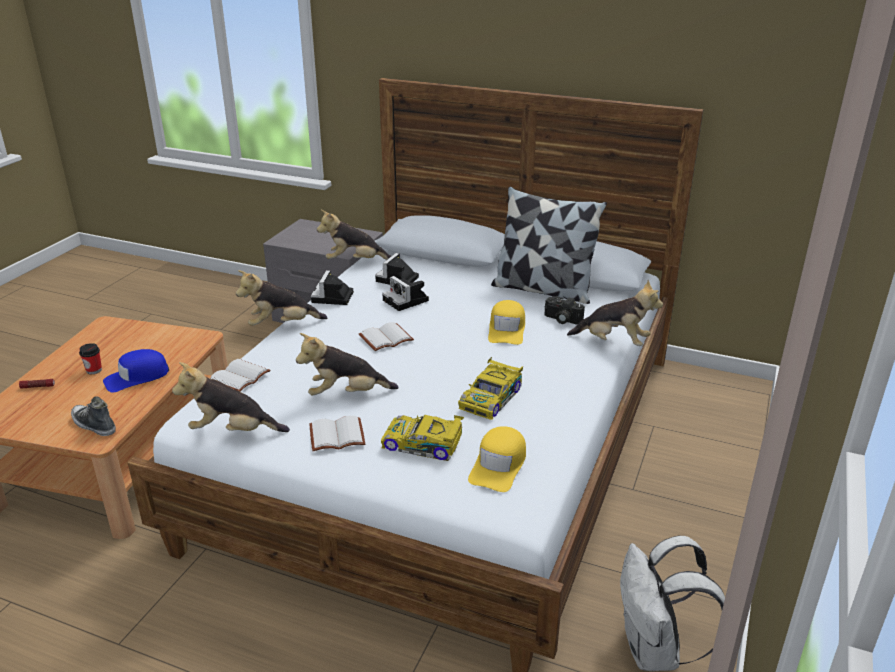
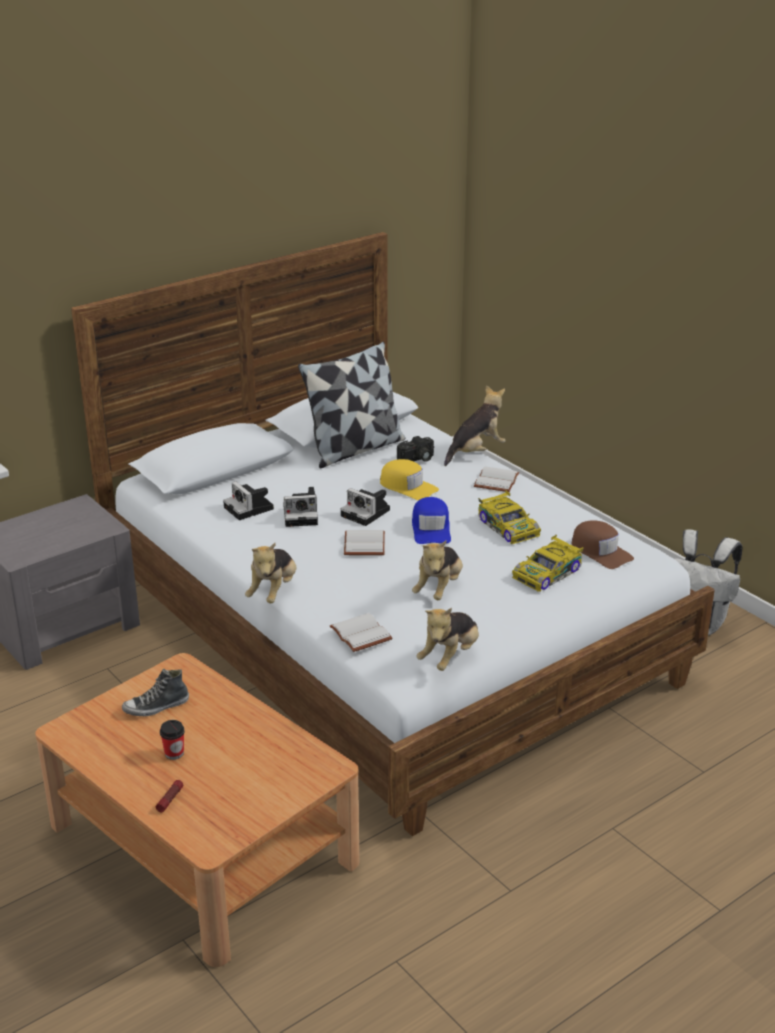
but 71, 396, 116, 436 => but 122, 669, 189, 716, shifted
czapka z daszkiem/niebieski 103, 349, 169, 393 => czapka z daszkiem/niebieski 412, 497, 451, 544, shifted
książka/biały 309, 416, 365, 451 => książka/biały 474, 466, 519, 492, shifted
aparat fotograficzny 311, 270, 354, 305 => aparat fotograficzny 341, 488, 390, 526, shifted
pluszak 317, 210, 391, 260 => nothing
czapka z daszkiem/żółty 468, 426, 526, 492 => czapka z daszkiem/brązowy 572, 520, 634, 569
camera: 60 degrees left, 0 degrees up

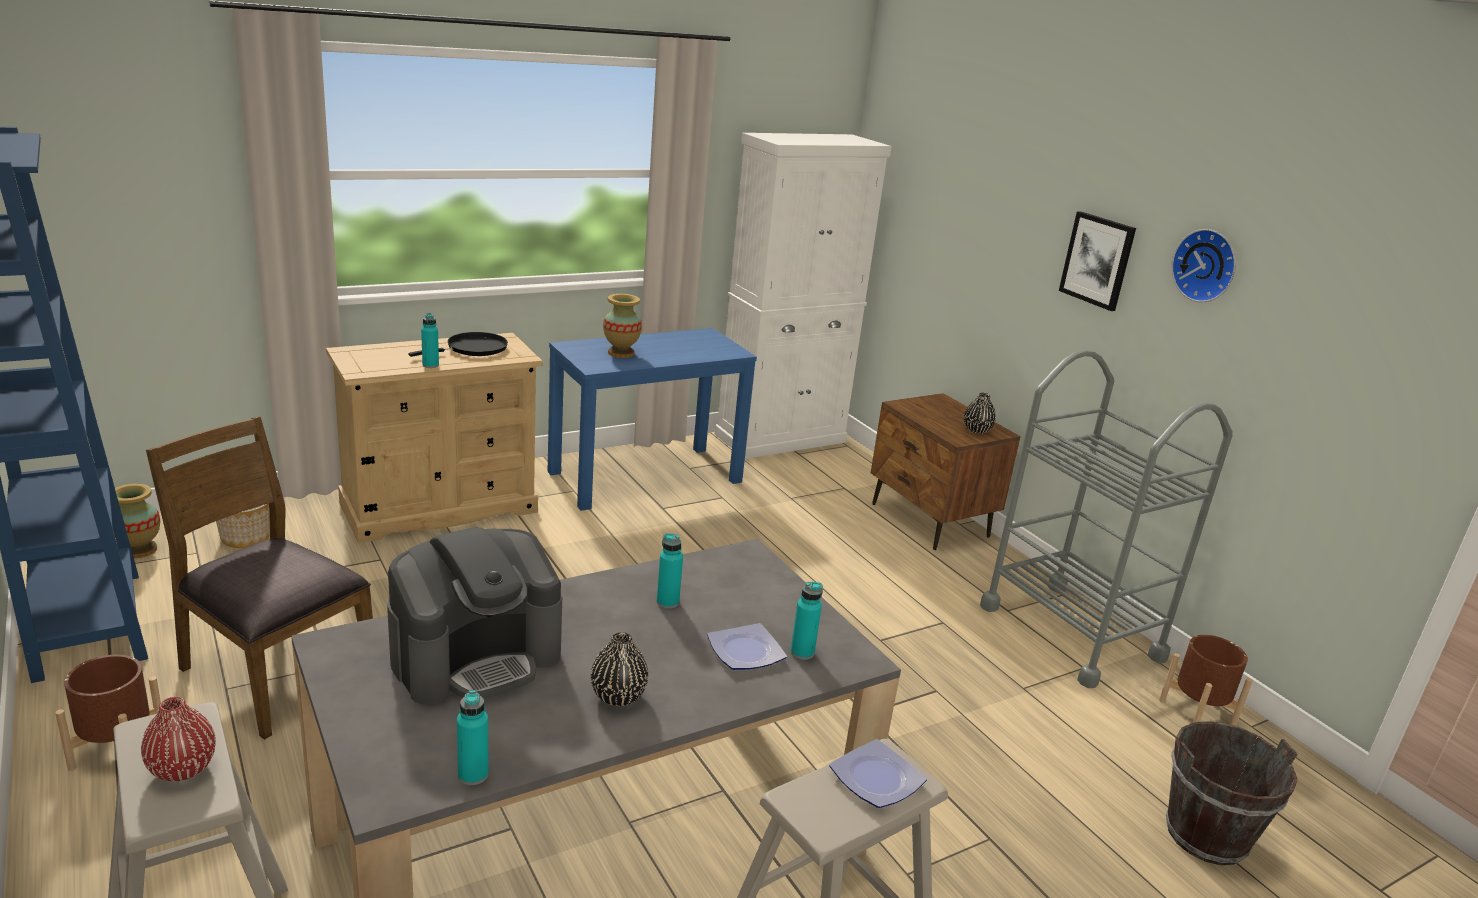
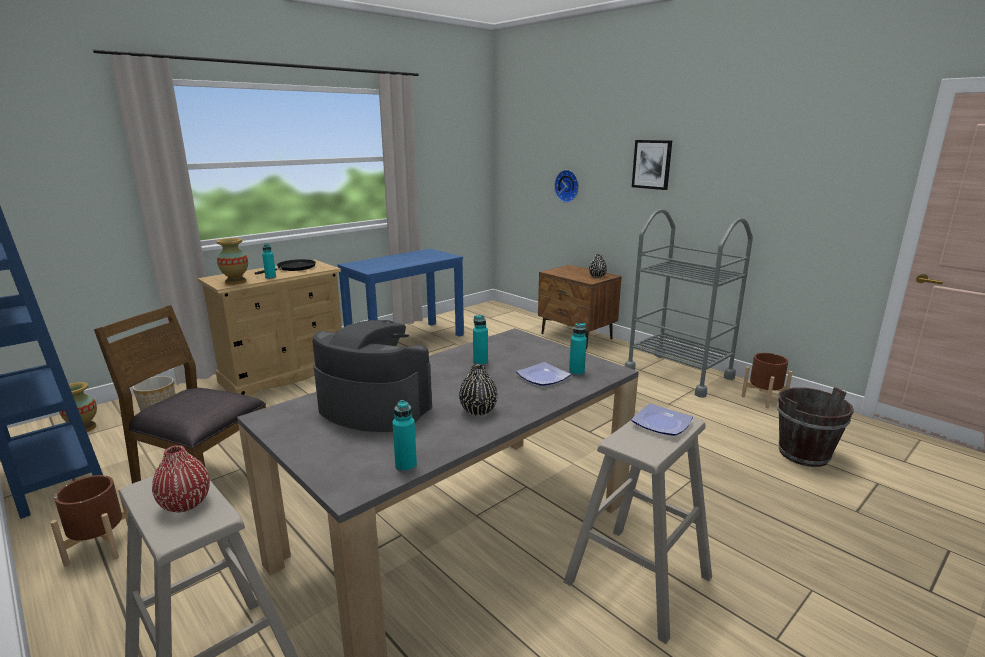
ekspres do kawy 387, 527, 562, 705 => ekspres do kawy 312, 320, 432, 432, 105 degrees counterclockwise
wazon 603, 294, 642, 358 => wazon 217, 238, 248, 285, shifted
szafka/biały 714, 133, 892, 459 => nothing
zegar ścienny 1171, 229, 1236, 302 => zegar ścienny 554, 170, 579, 203, shifted
camera: 10 degrees left, 5 degrees down

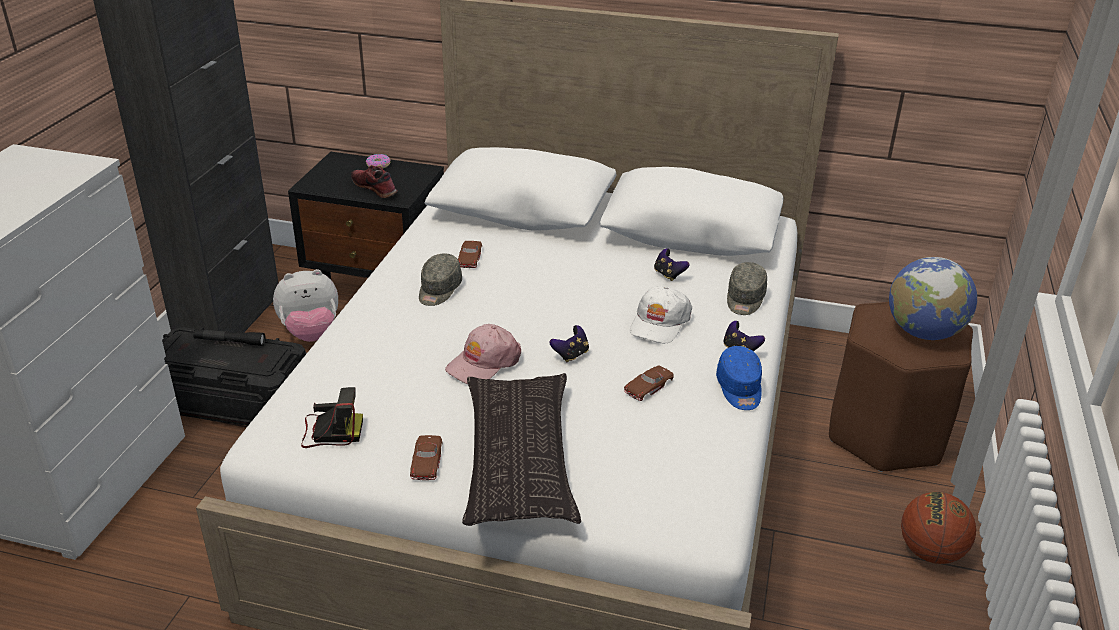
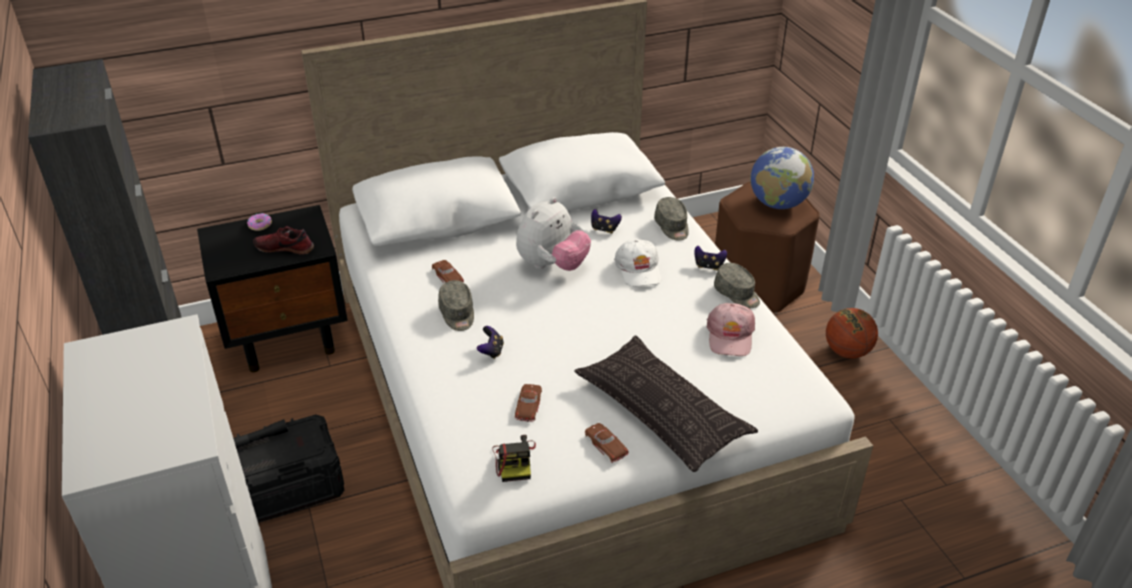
pluszak 273, 269, 338, 342 => pluszak 516, 197, 591, 271, shifted
aparat fotograficzny 301, 387, 363, 448 => aparat fotograficzny 493, 435, 536, 482, 120 degrees clockwise
czapka z daszkiem/różowy 445, 324, 521, 384 => czapka z daszkiem/różowy 707, 303, 755, 356, shifted
pad do gier 549, 325, 589, 362 => pad do gier 477, 326, 504, 359, shifted
samochodzik/brązowy 624, 365, 674, 401 => samochodzik/brązowy 515, 384, 542, 421, shifted
czapka z daszkiem/niebieski 716, 346, 762, 410 => czapka z daszkiem/szary 714, 263, 760, 308
camera: 35 degrees left, 5 degrees up

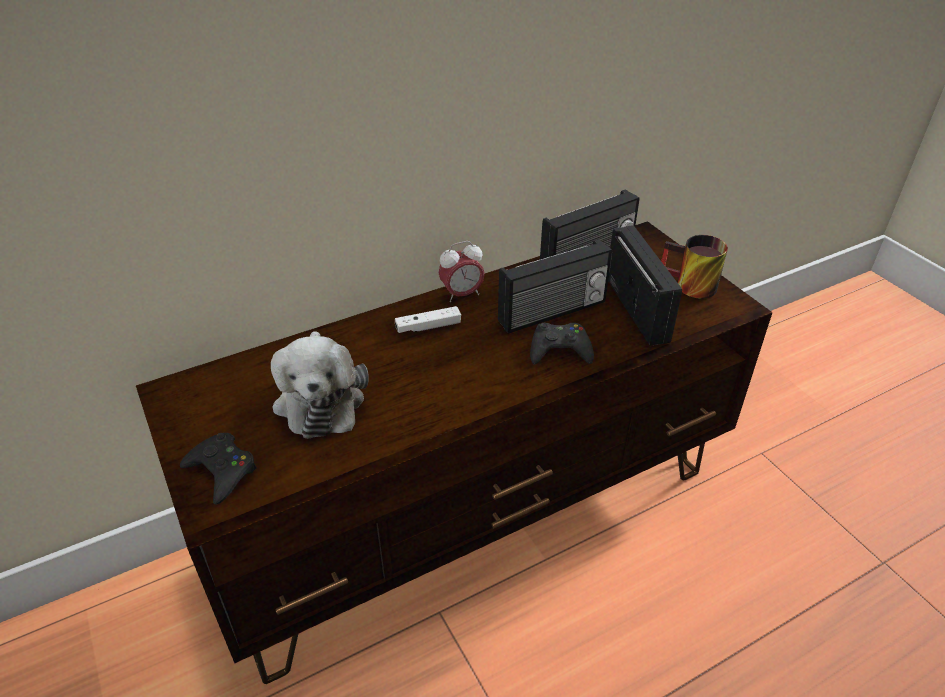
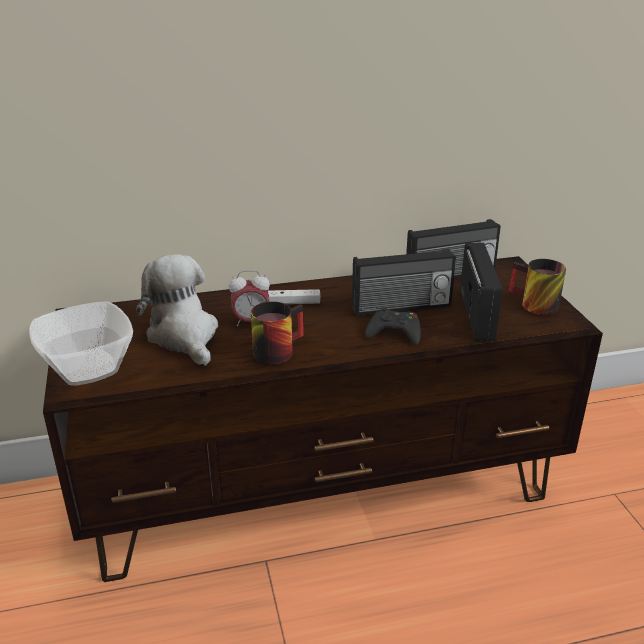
pad do gier/czarny 180, 433, 257, 505 => miska 29, 301, 133, 386
pluszak 271, 331, 369, 439 => pluszak 136, 254, 218, 366, 150 degrees clockwise
budzik 439, 241, 485, 302 => budzik 229, 270, 270, 326, shifted
nothing => kubek 251, 302, 304, 365
camera: 15 degrees right, 10 degrees down

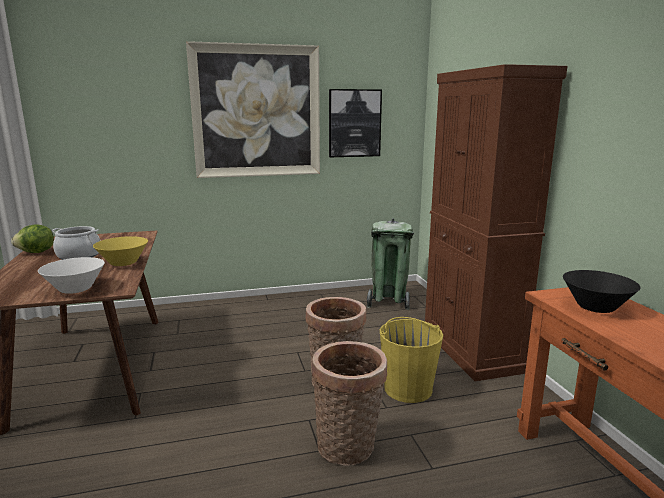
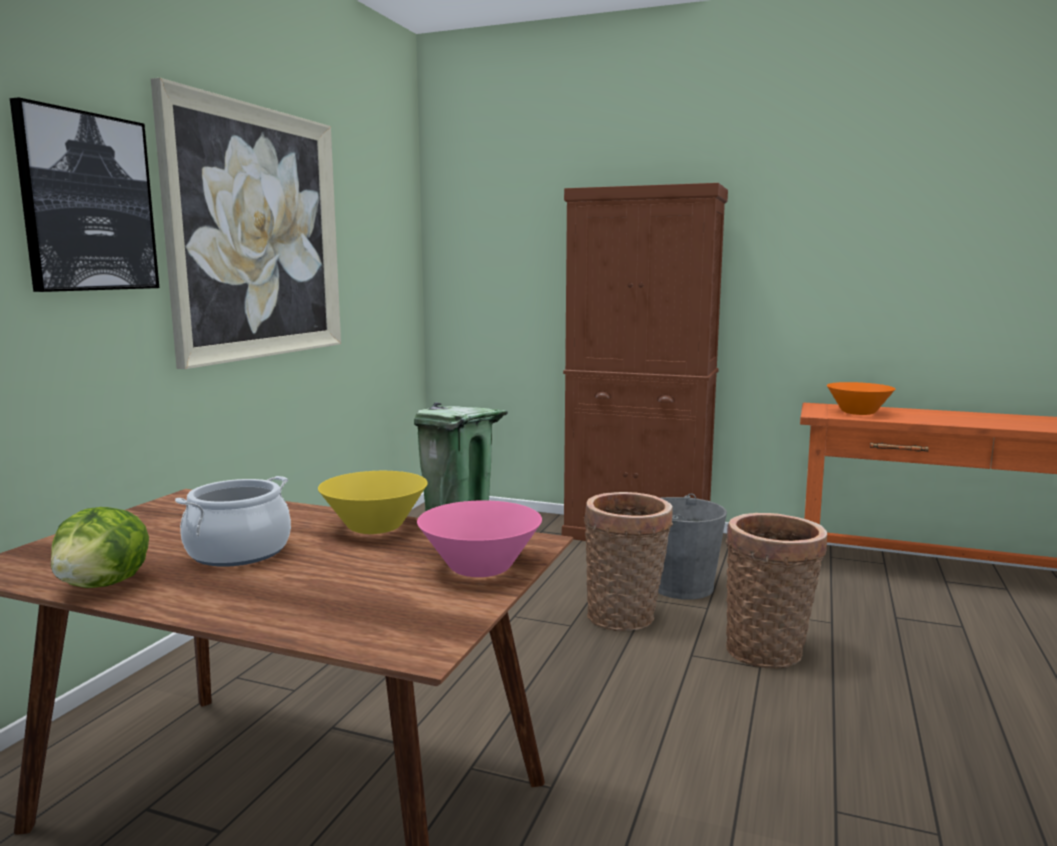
miska/biały 38, 257, 105, 294 => miska/różowy 417, 500, 542, 577
obraz 329, 89, 382, 157 => obraz 10, 97, 159, 292, shifted
wiadro/żółty 380, 317, 443, 403 => wiadro/szary 658, 493, 727, 600
miska/czarny 563, 270, 641, 313 => miska/pomarańczowy 827, 382, 895, 415
camera: 55 degrees left, 5 degrees down

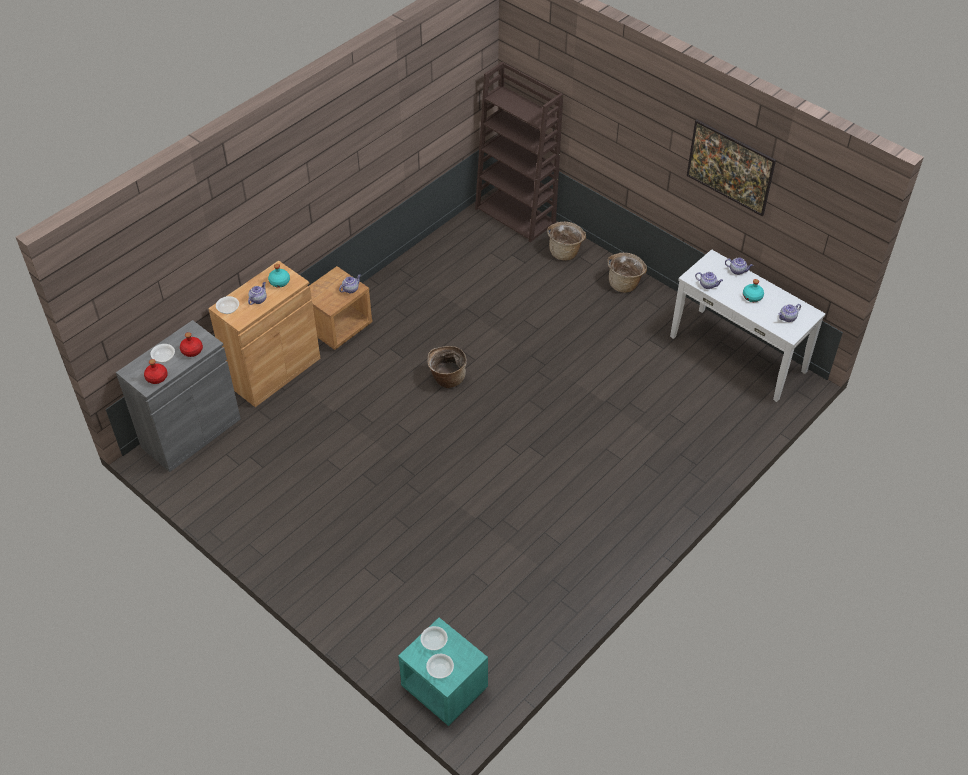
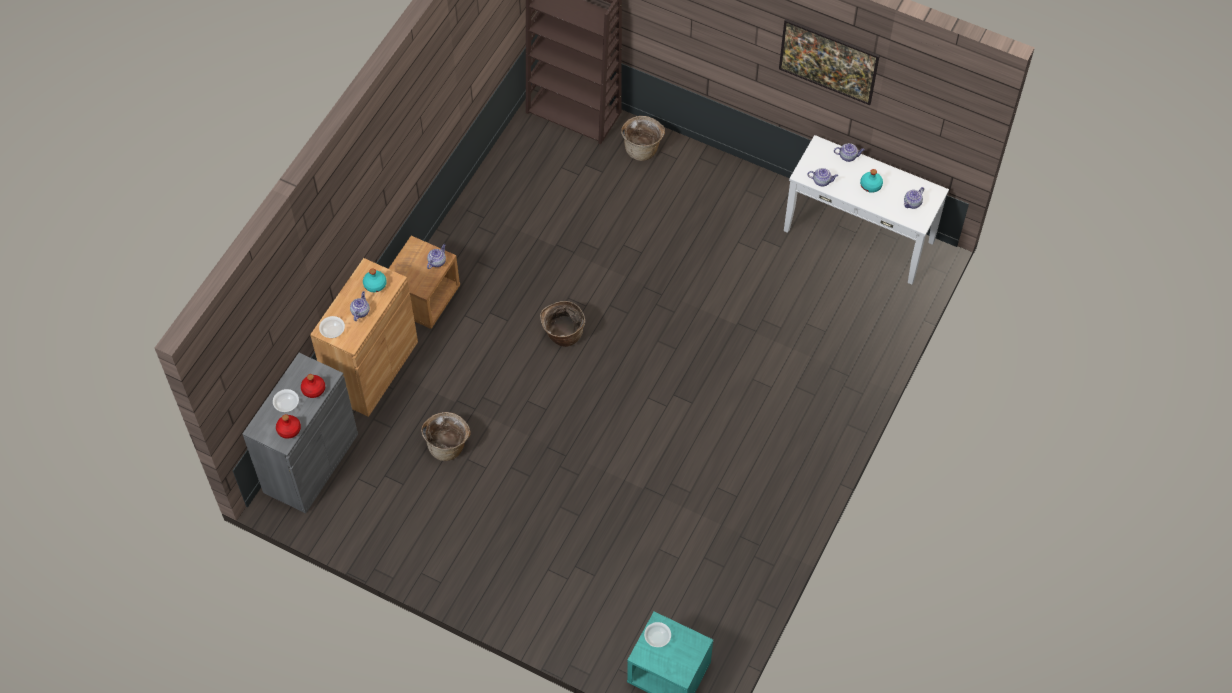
miska 426, 654, 454, 679 => nothing
koszyk 607, 253, 647, 293 => koszyk 421, 412, 471, 461, shifted
camera: 15 degrees left, 10 degrees up

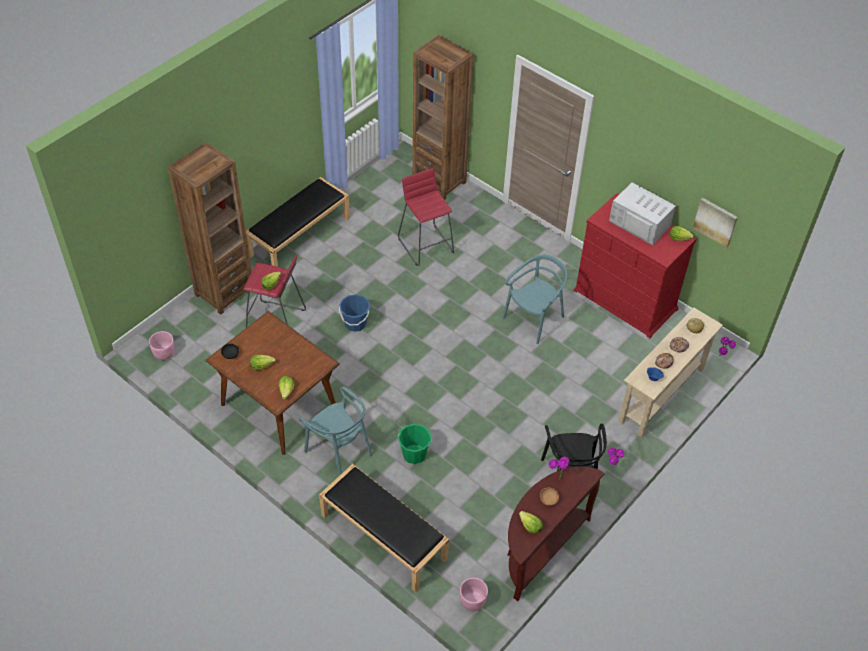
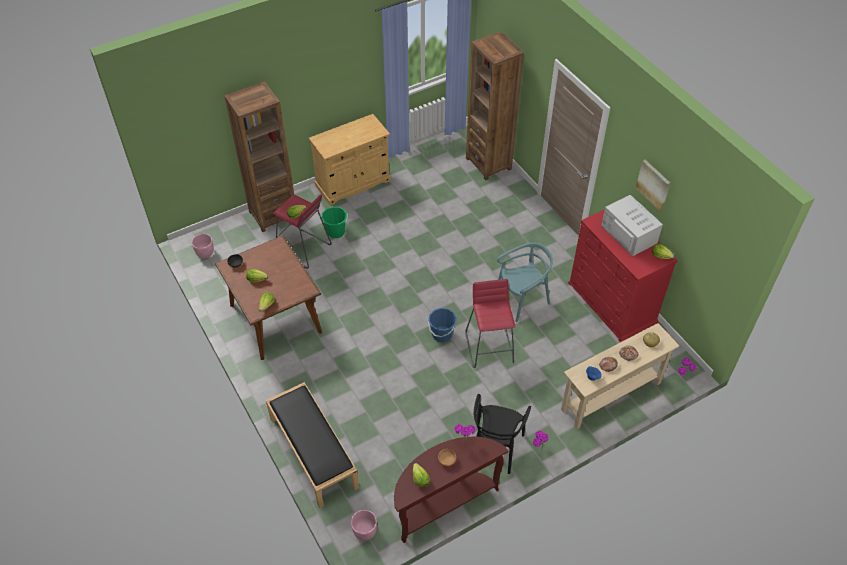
ławka/czarny 246, 177, 350, 267 => szafka/beżowy 309, 114, 391, 205
krzesło/turkusowy 299, 386, 372, 476 => nothing
wiadro/niebieski 339, 294, 370, 332 => wiadro/niebieski 428, 308, 457, 342, shifted
stołek/czerwony 398, 168, 454, 266 => stołek/czerwony 465, 279, 515, 368, shifted
wiadro/zielony 398, 424, 432, 464 => wiadro/zielony 321, 207, 348, 238, shifted
obraz 693, 198, 738, 248 => obraz 636, 160, 670, 211, shifted
camera: 20 degrees right, 0 degrees up

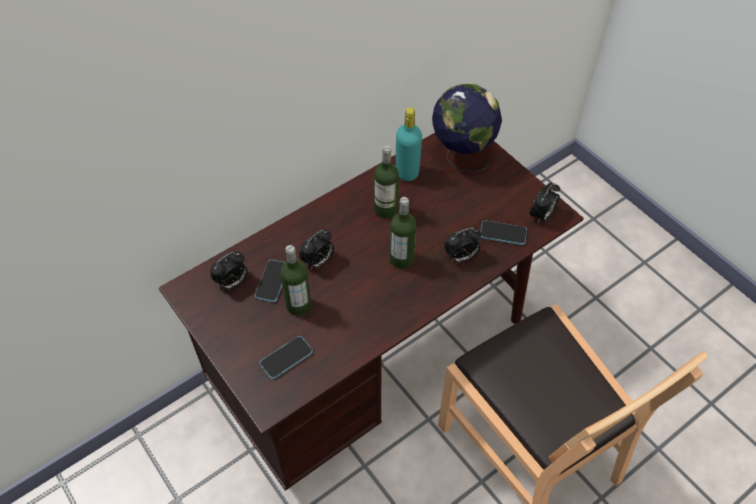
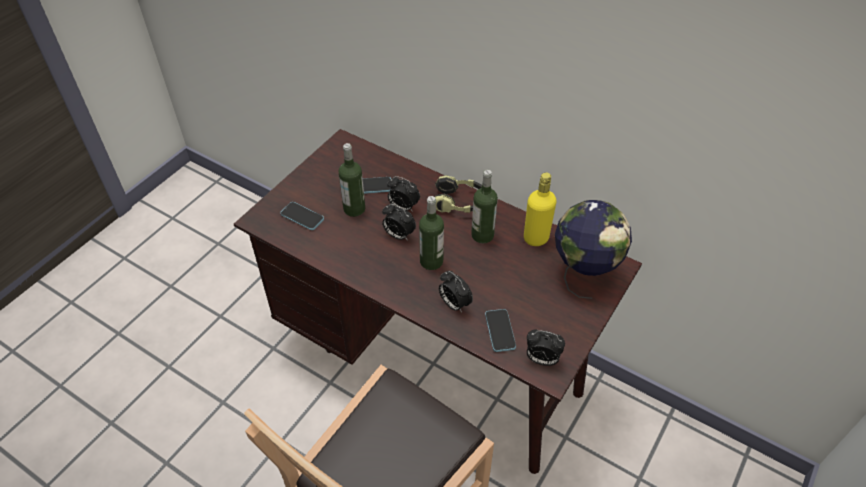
budzik 210, 251, 248, 291 => budzik 382, 204, 416, 241, shifted
butelka/turkusowy 396, 107, 422, 181 => butelka/żółty 524, 173, 557, 246
nothing => słuchawki 435, 175, 482, 213
camera: 70 degrees right, 5 degrees down

